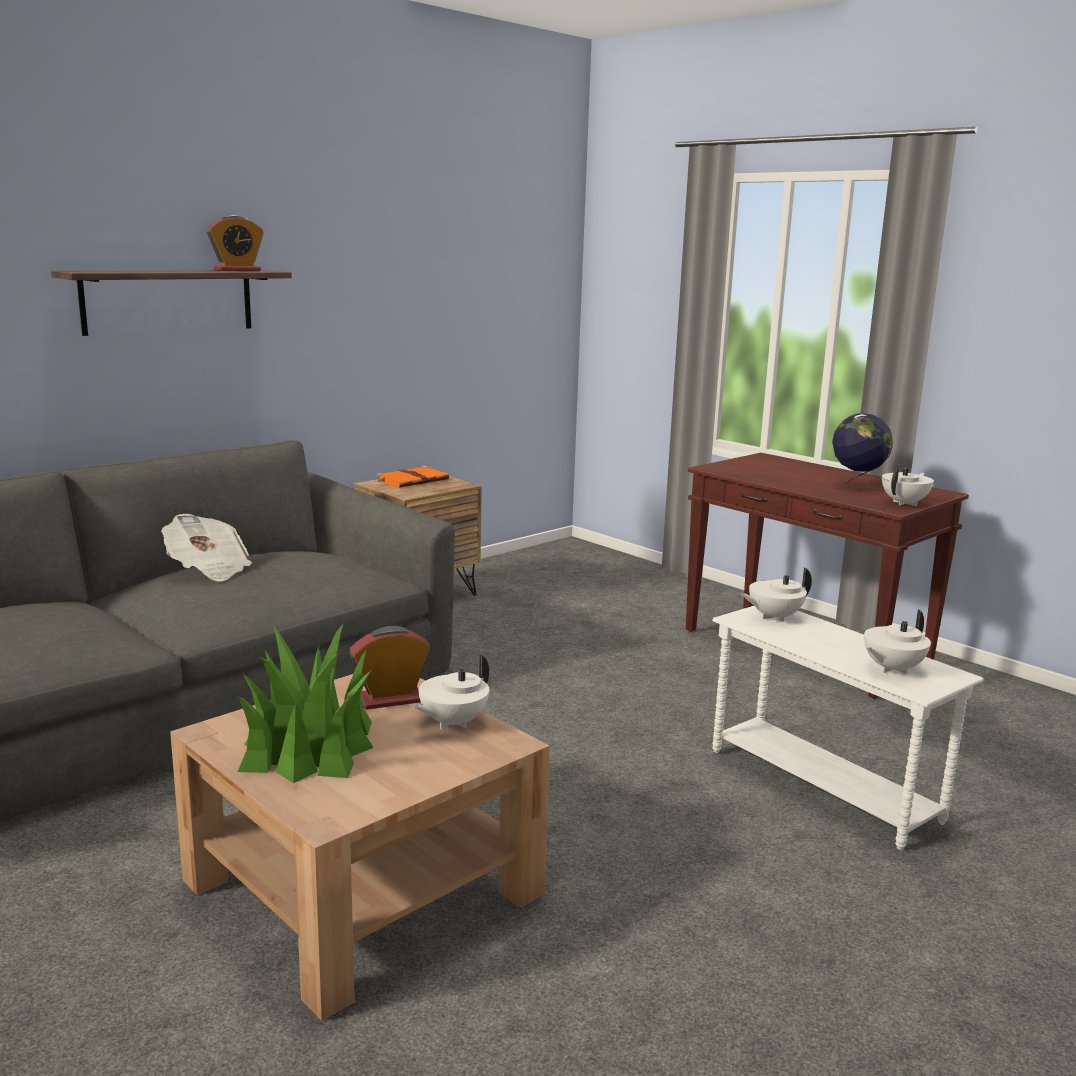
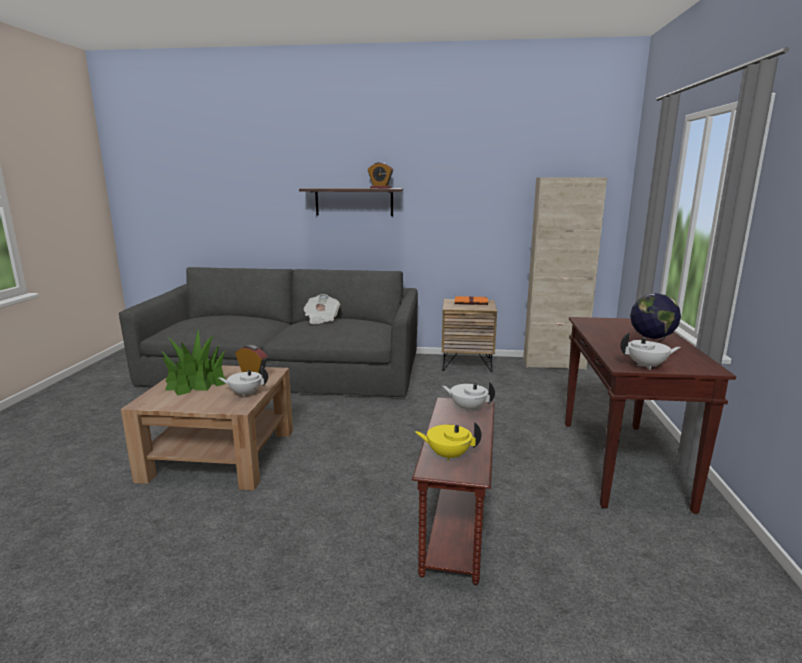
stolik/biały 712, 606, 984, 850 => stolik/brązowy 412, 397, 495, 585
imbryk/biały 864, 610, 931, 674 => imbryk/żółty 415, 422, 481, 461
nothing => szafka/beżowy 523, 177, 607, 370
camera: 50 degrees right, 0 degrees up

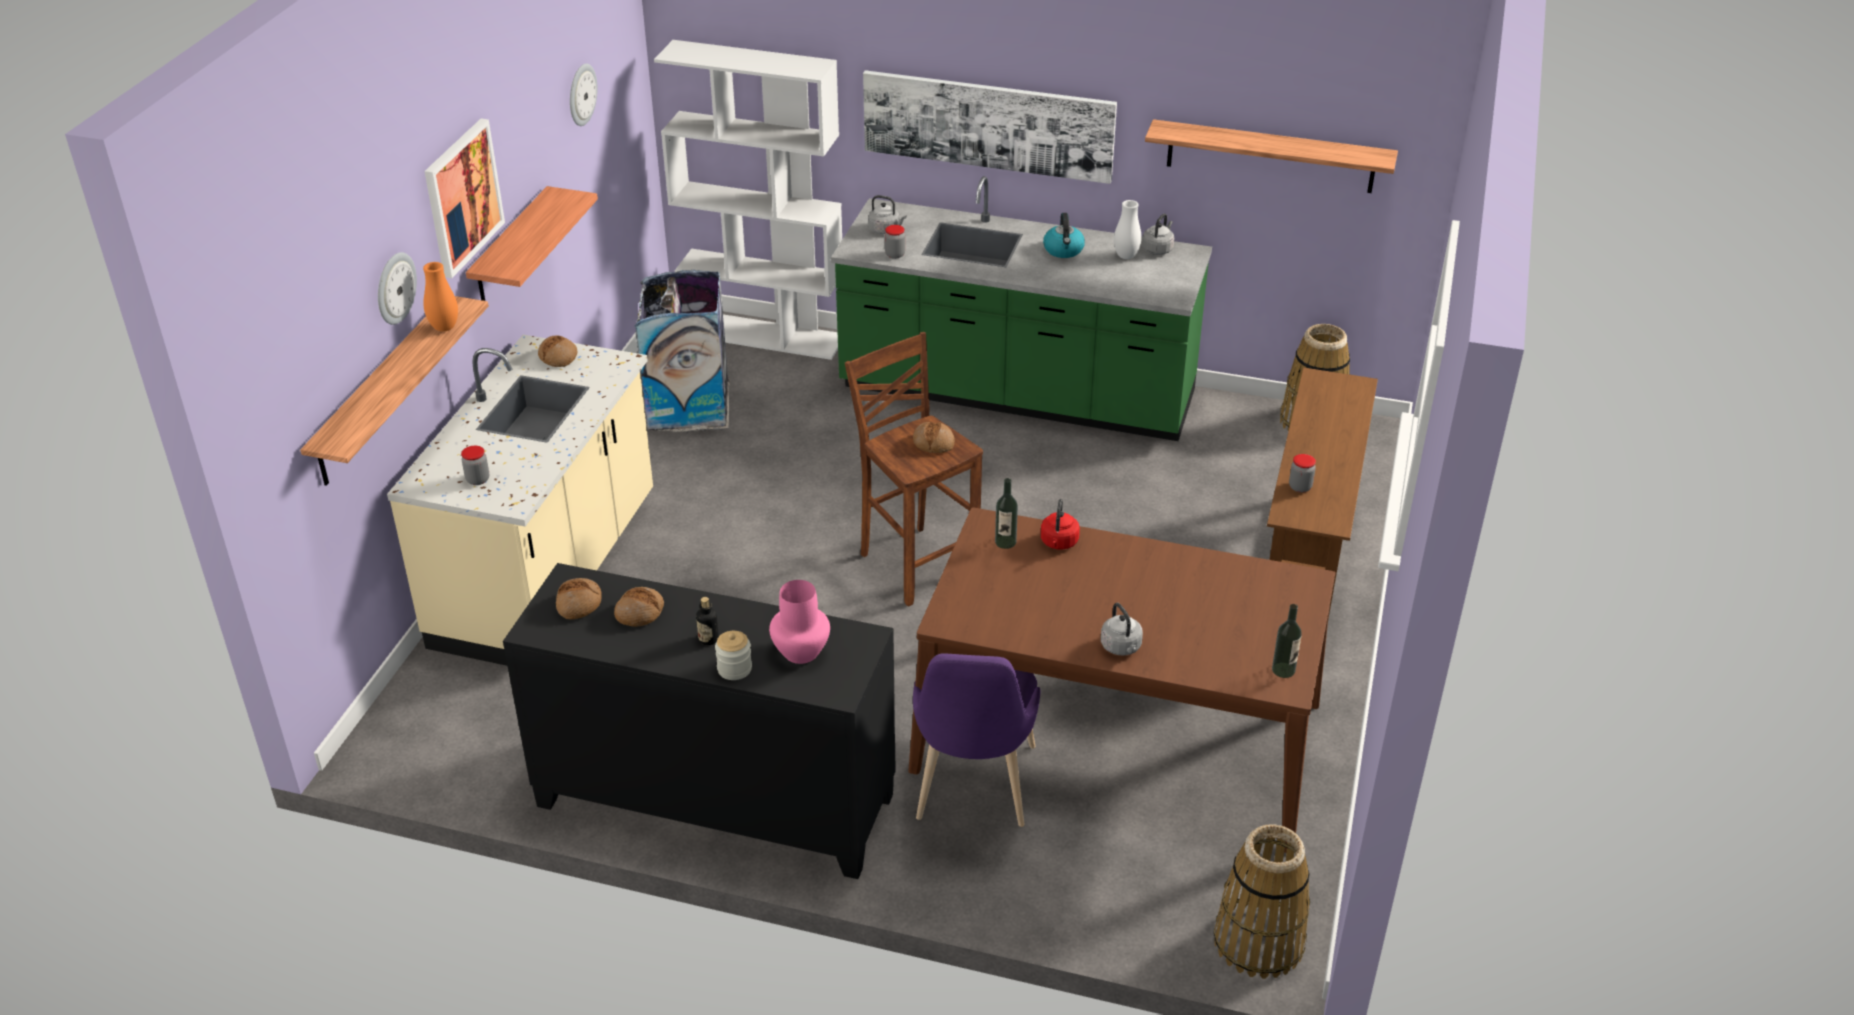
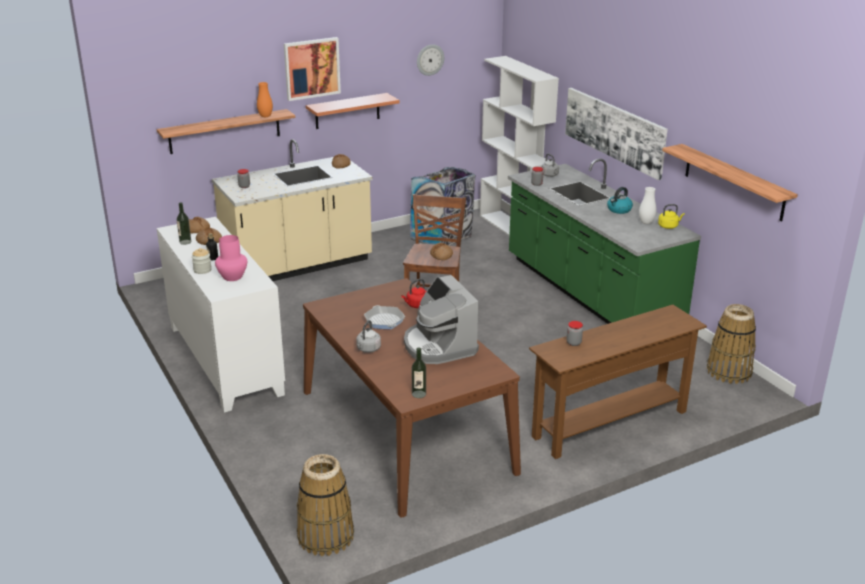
zegar ścienny 378, 252, 417, 325 => nothing
szafka/czarny 503, 563, 896, 879 => szafka/biały 157, 217, 285, 413
krzesło/fioletowy 913, 653, 1041, 827 => nothing
butelka 995, 478, 1018, 549 => butelka 177, 202, 191, 245, shifted
czajnik/szary 1142, 213, 1174, 255 => czajnik/żółty 658, 204, 685, 229
nothing => patelnia 364, 305, 405, 329
nothing => ekspres do kawy 404, 275, 479, 364
camera: 45 degrees right, 10 degrees down

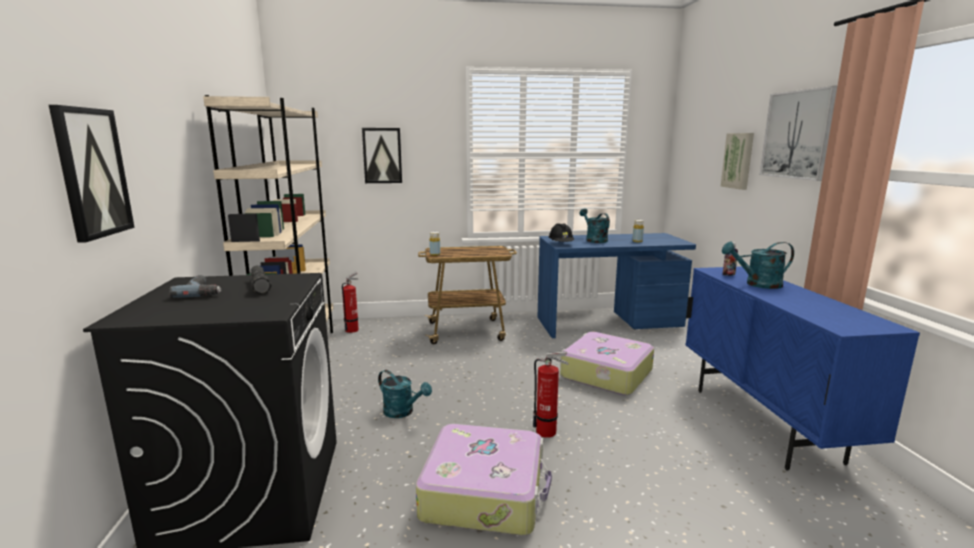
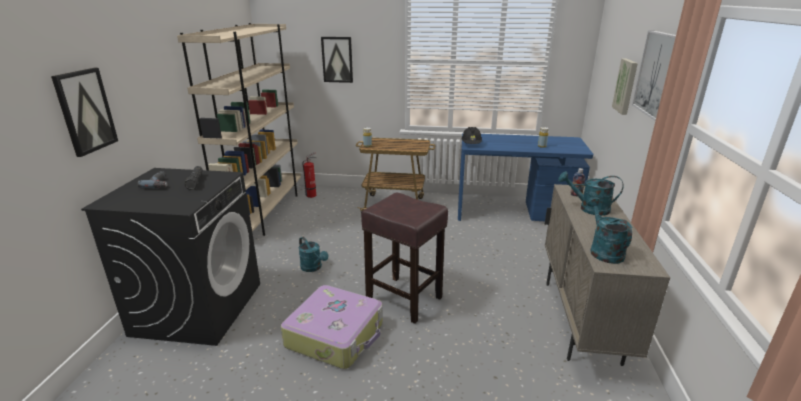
gaśnica 533, 351, 569, 438 => stołek/brązowy 361, 193, 448, 324
walizka 560, 332, 654, 395 => nothing
konewka/turkusowy 579, 208, 610, 243 => konewka/turkusowy 587, 197, 632, 264, shifted
szafka/niebieski 686, 266, 920, 471 => szafka/beżowy 544, 184, 670, 366
camera: 15 degrees right, 10 degrees up

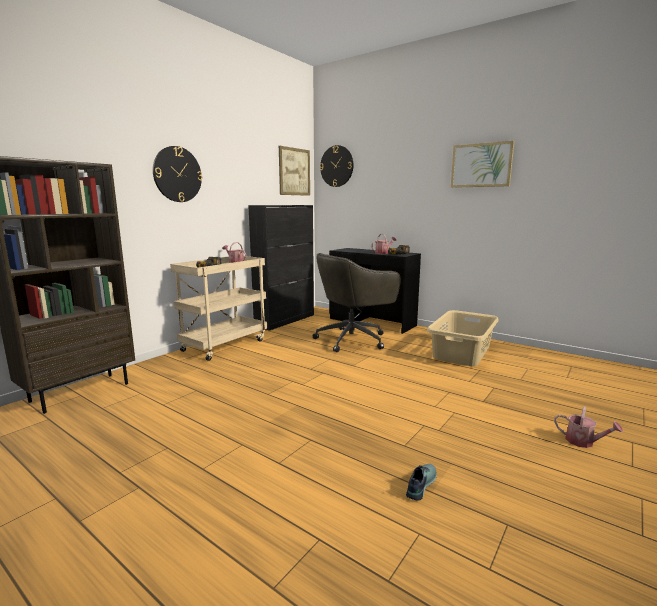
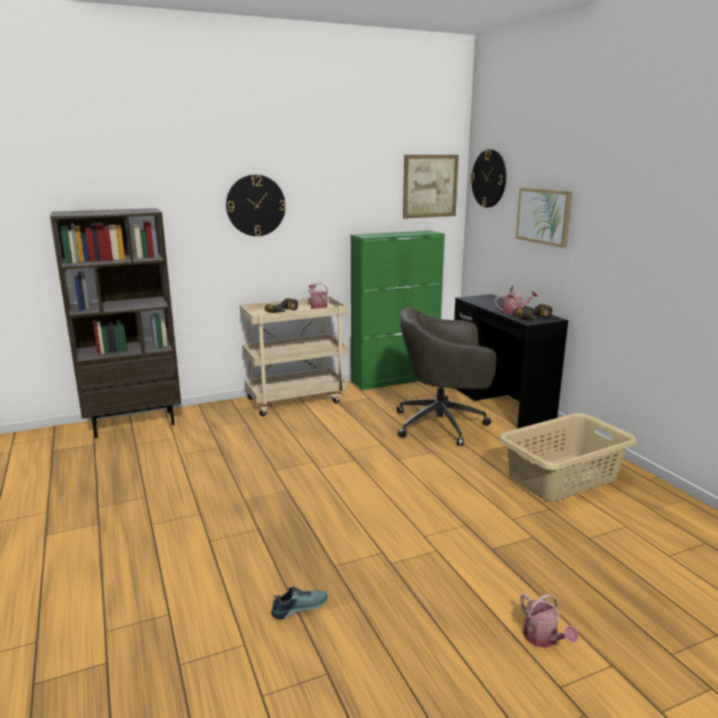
szafka/czarny 248, 205, 314, 331 => szafka/zielony 351, 230, 445, 390
obraz 451, 141, 514, 188 => obraz 516, 187, 573, 248, shifted
camera: 30 degrees right, 5 degrees up

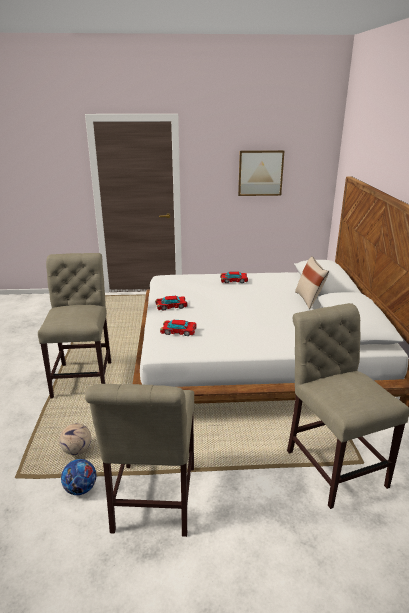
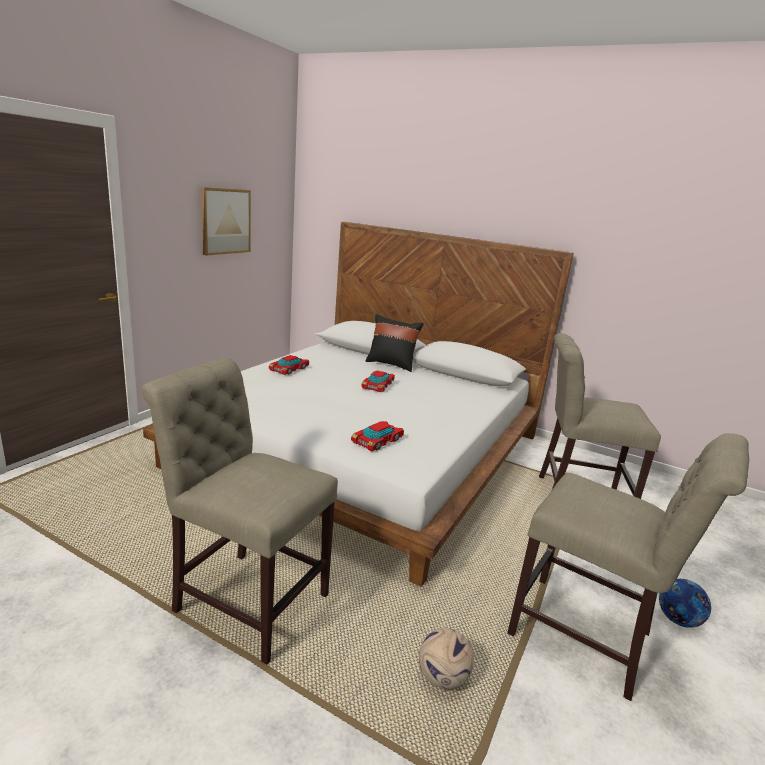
piłka futbolowa 61, 459, 96, 495 => piłka futbolowa 659, 579, 711, 628, shifted
samochodzik 155, 296, 188, 311 => samochodzik 361, 371, 395, 392, shifted
poduszka/beżowy 295, 256, 329, 309 => poduszka/czarny 365, 314, 424, 372
camera: 60 degrees left, 5 degrees down

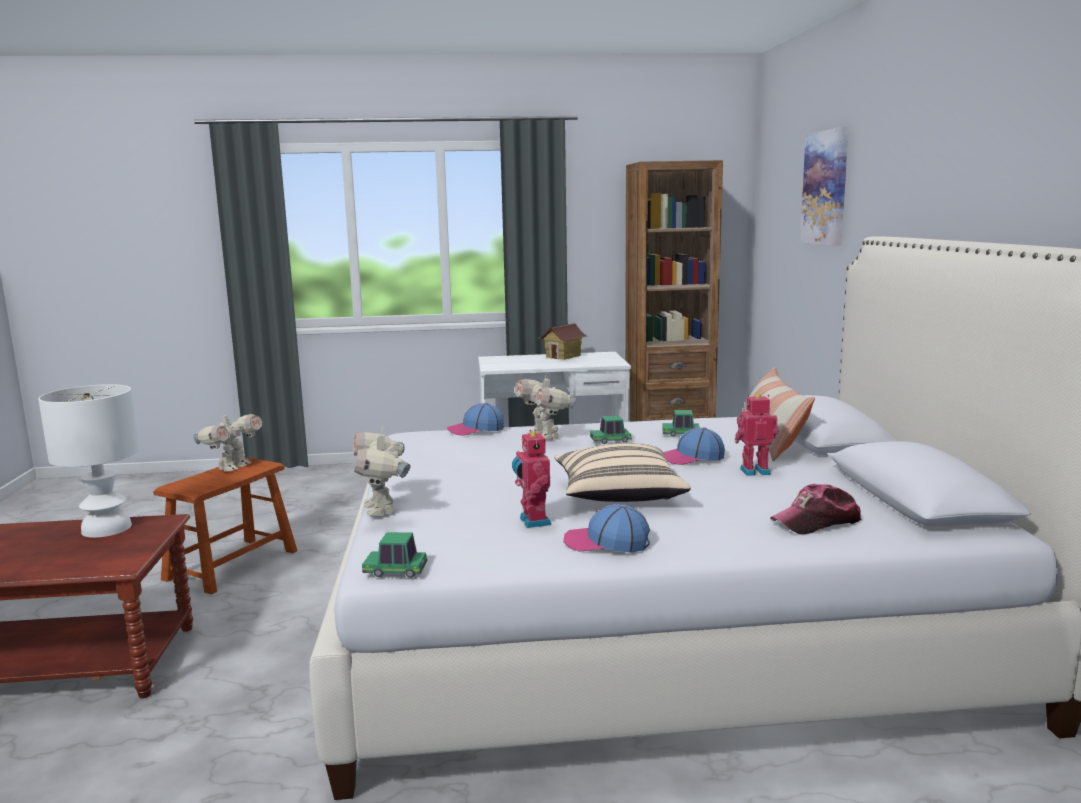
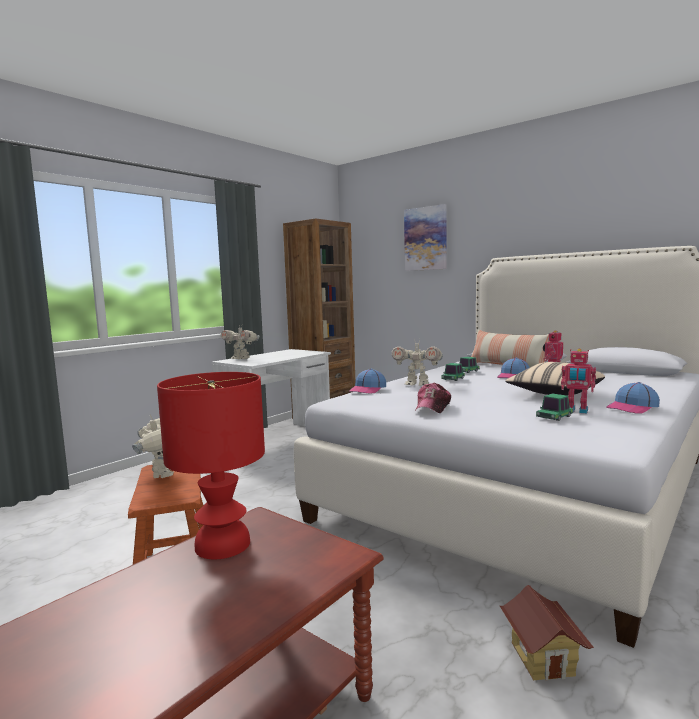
lampa stołowa/biały 38, 384, 139, 538 => lampa stołowa/czerwony 157, 372, 265, 559
robot zabawkowy 353, 426, 410, 516 => robot zabawkowy 221, 326, 259, 359, shifted
samochodzik 362, 532, 428, 578 => samochodzik 536, 393, 573, 421, shifted
domek 539, 323, 587, 360 => domek 500, 585, 594, 680, shifted
czapka z daszkiem 770, 484, 862, 534 => czapka z daszkiem 415, 383, 451, 413, shifted
camera: 45 degrees left, 5 degrees down

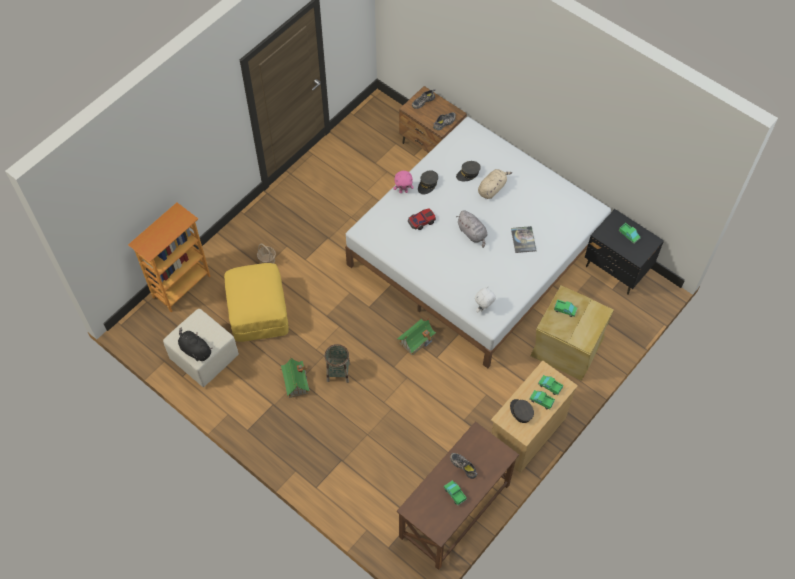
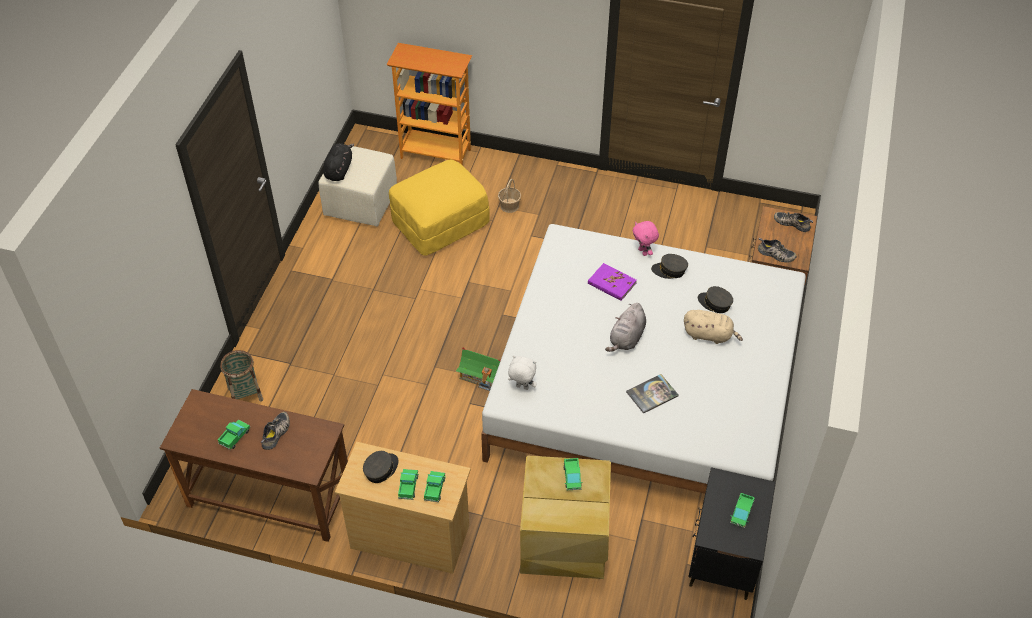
domek 279, 358, 310, 398 => nothing
koszyk 324, 344, 350, 383 => koszyk 220, 350, 263, 402, shifted
samochodzik 408, 208, 436, 230 => książka/fioletowy 588, 263, 637, 301
camera: 65 degrees right, 10 degrees down

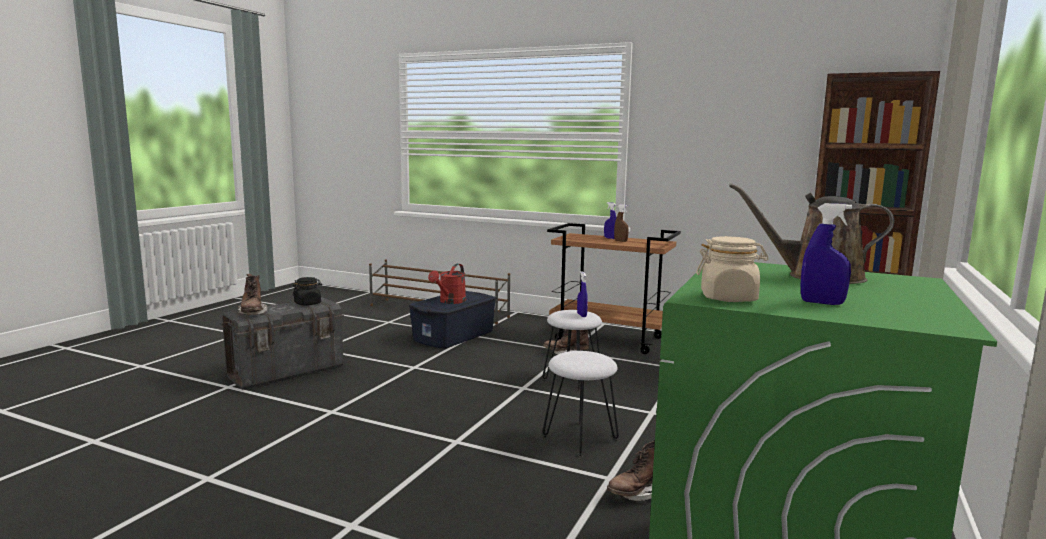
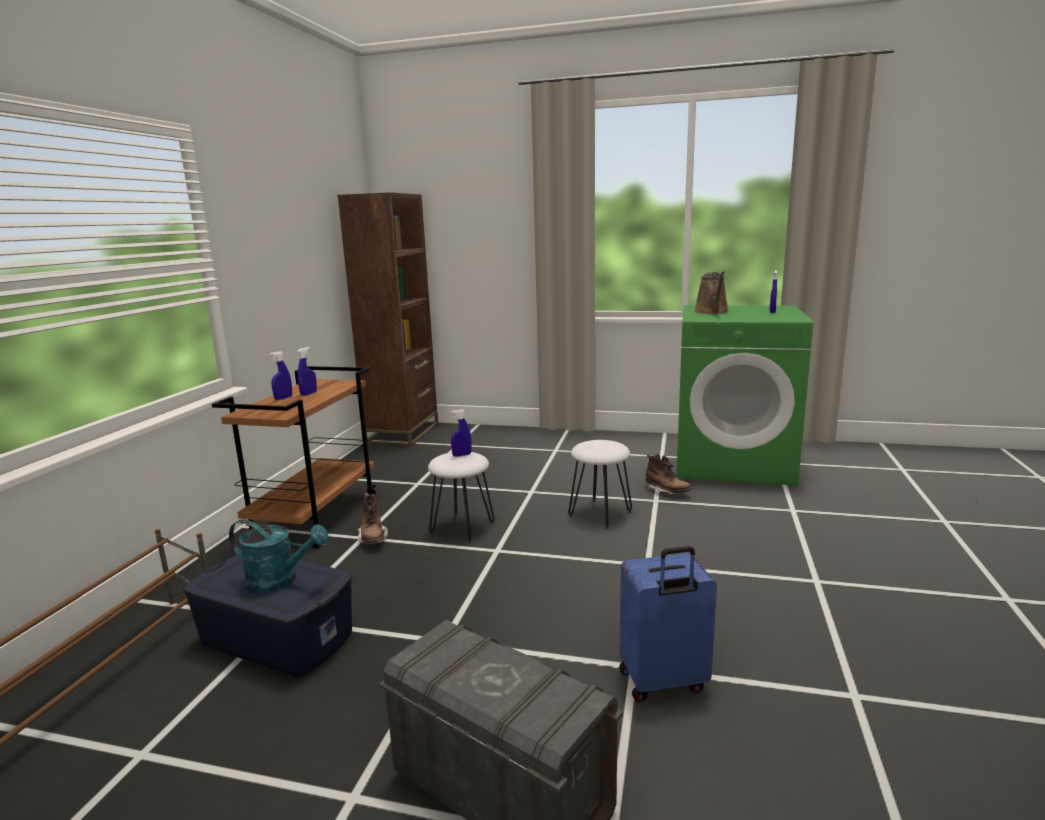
but z cholewką/brązowy 238, 274, 267, 315 => nothing
słoik/czarny 293, 277, 322, 306 => nothing
konewka/czerwony 428, 264, 466, 304 => konewka/turkusowy 229, 519, 329, 593
spryskiwacz/brązowy 614, 204, 629, 242 => spryskiwacz/niebieski 297, 347, 317, 396
słoik/beżowy 696, 236, 769, 302 => nothing
nothing => walizka/niebieski 619, 546, 717, 702
camera: 100 degrees left, 5 degrees up

